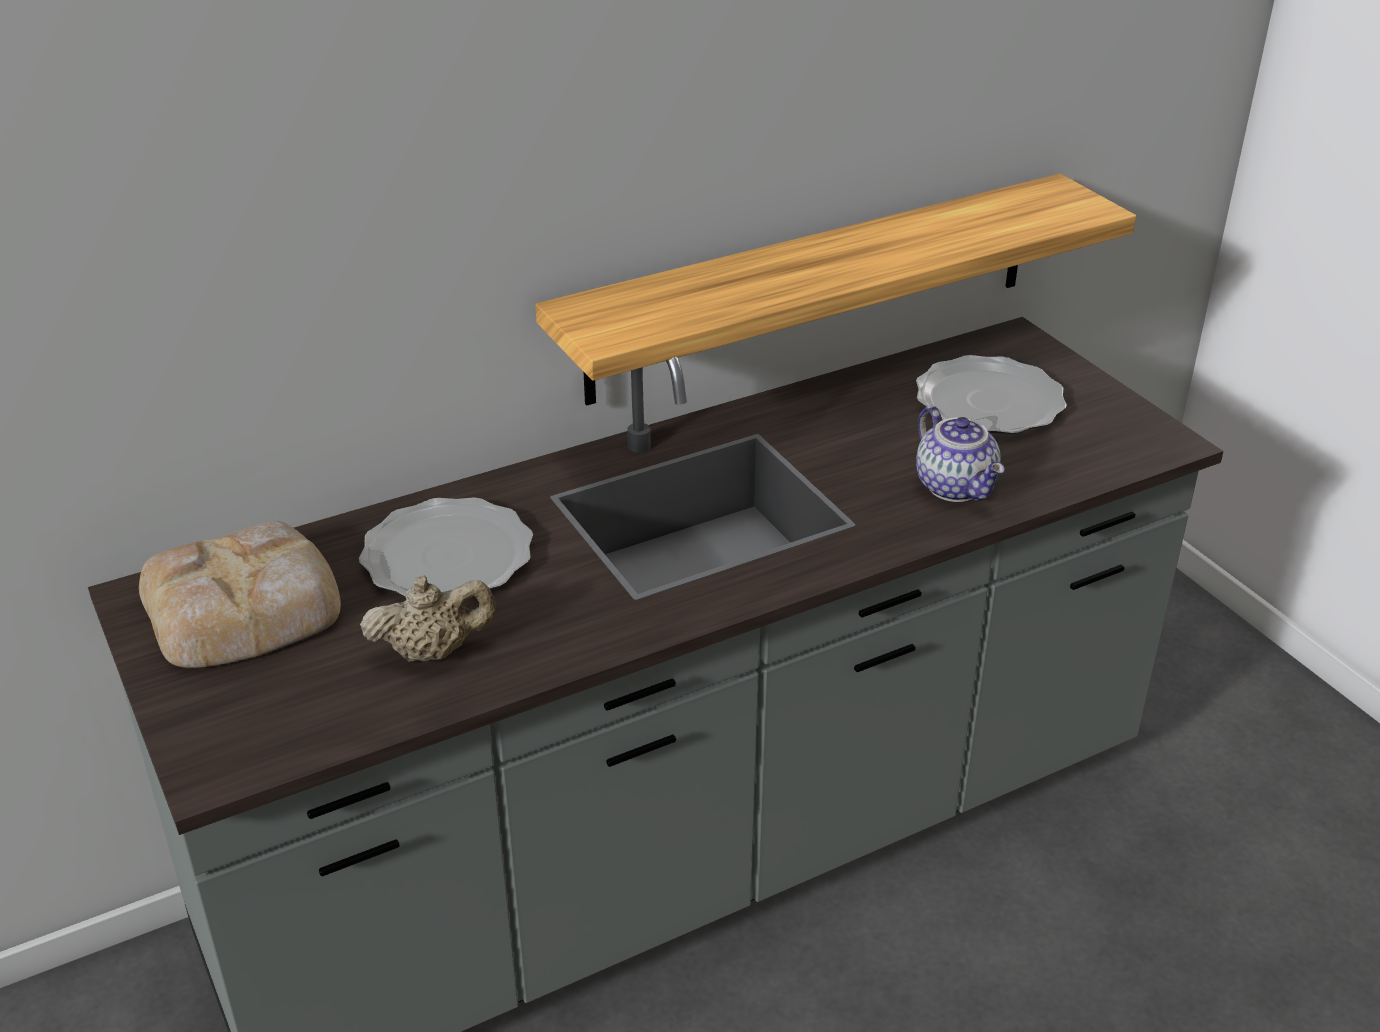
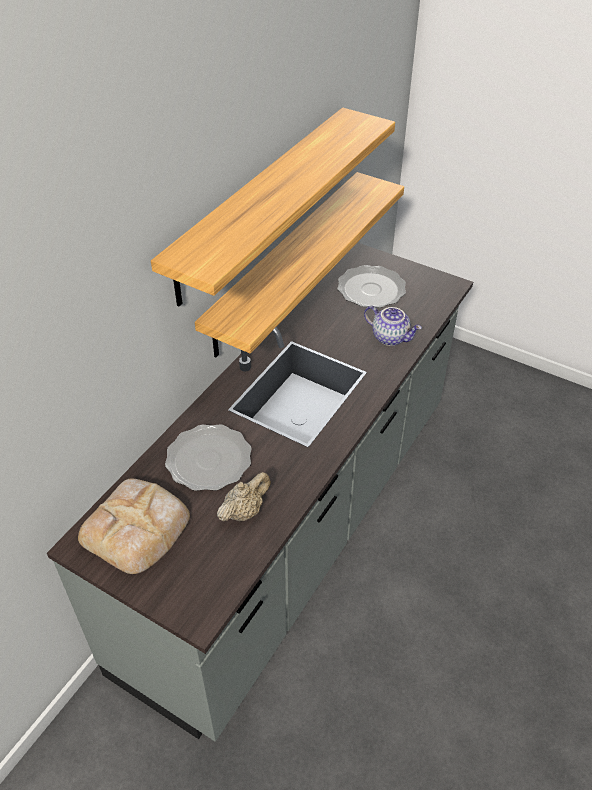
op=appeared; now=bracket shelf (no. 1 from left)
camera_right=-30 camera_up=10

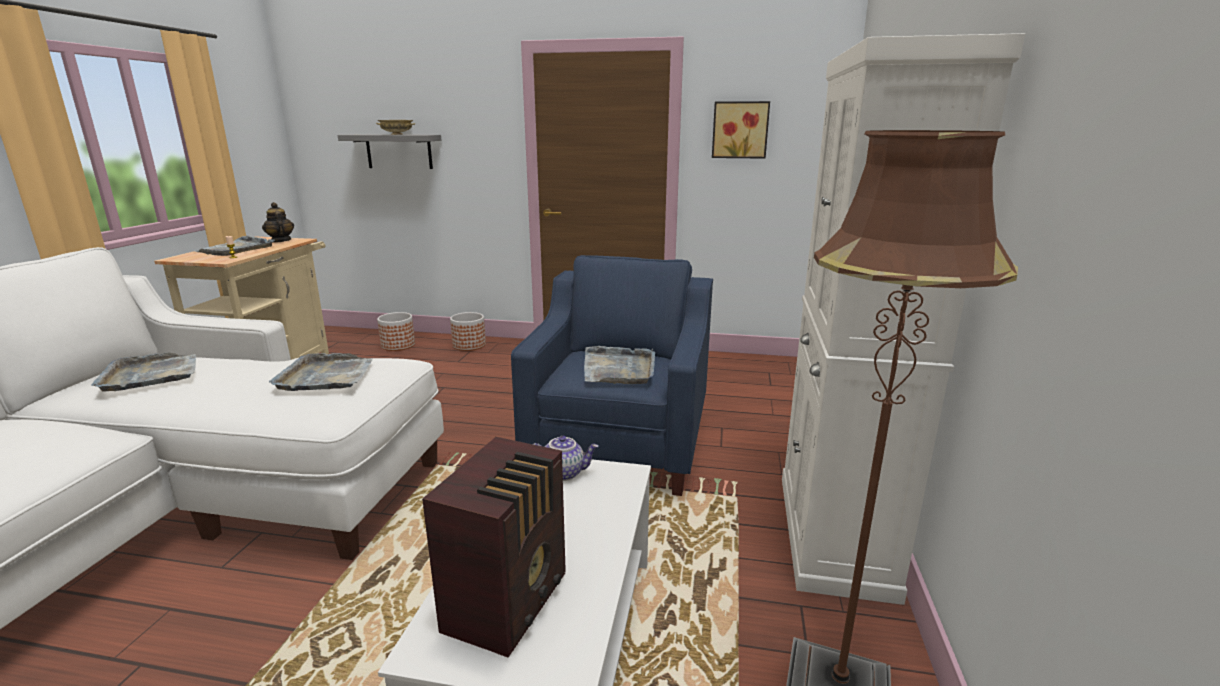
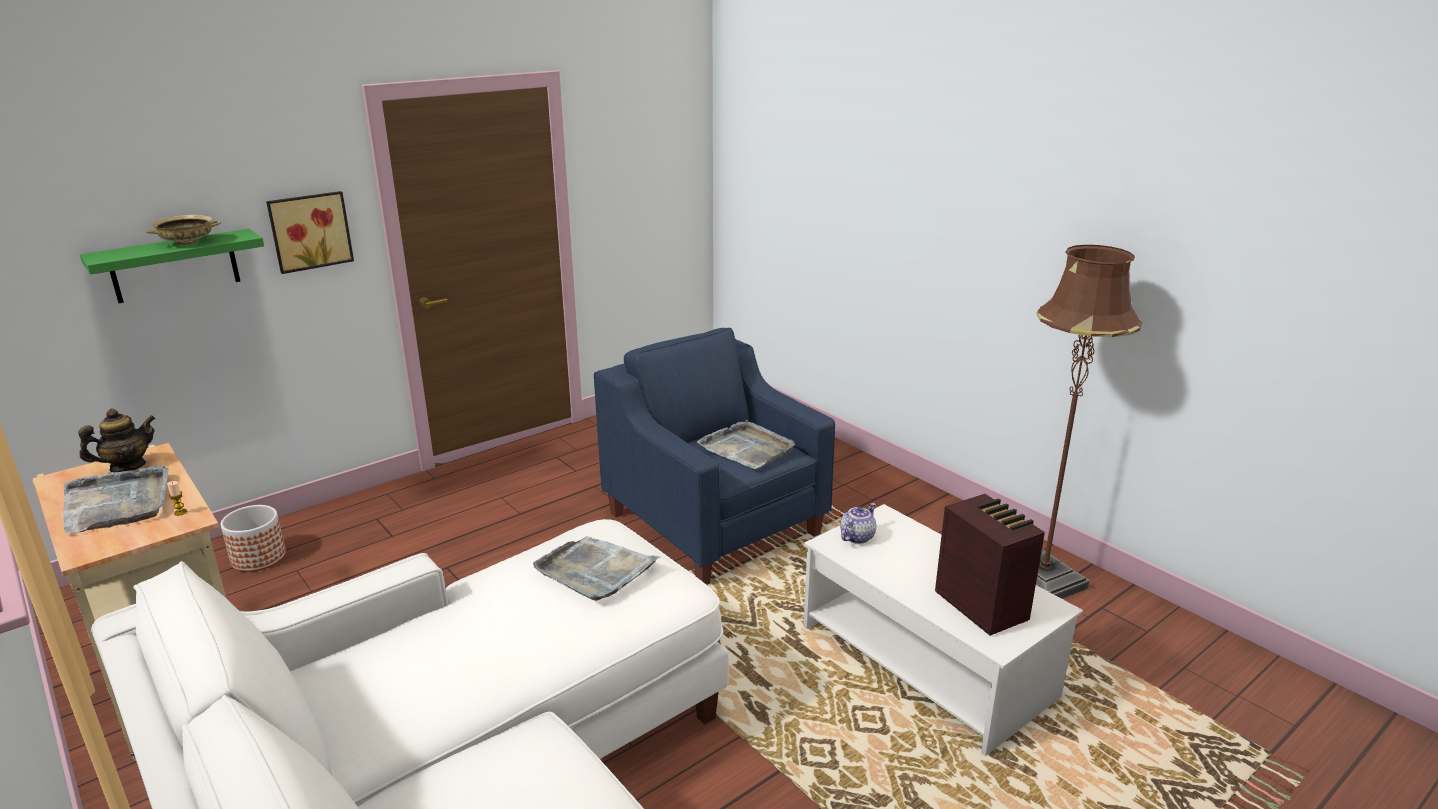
op=missing; was=tray in gray (no. 1 from left)
op=spun; was=pot for tea (no. 1 from left); clockwise=135
op=colour; was=bracket shelf in gray; now=bracket shelf in green-coloured
op=missing; was=plant pot (no. 2 from left)
op=relocated; was=picture
op=missing; was=storage cabinet in white-coloured
camera_right=-50 camera_up=5

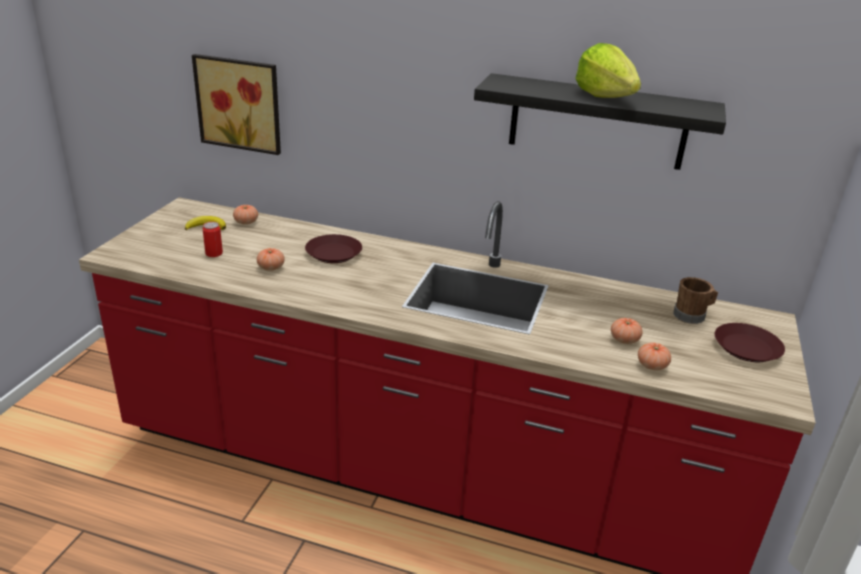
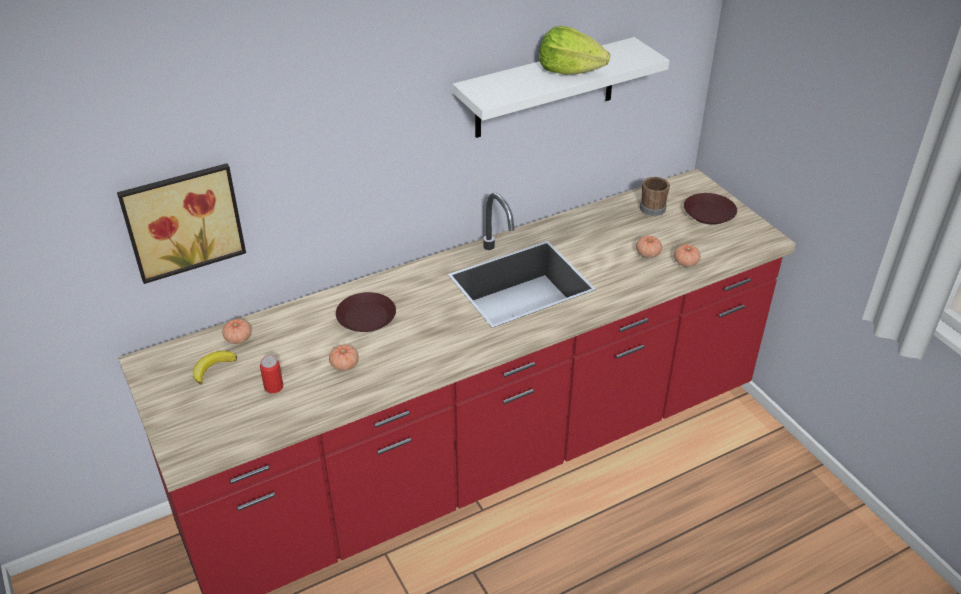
op=colour; was=bracket shelf in black-coloured; now=bracket shelf in white-coloured
camera_right=-45 camera_up=10

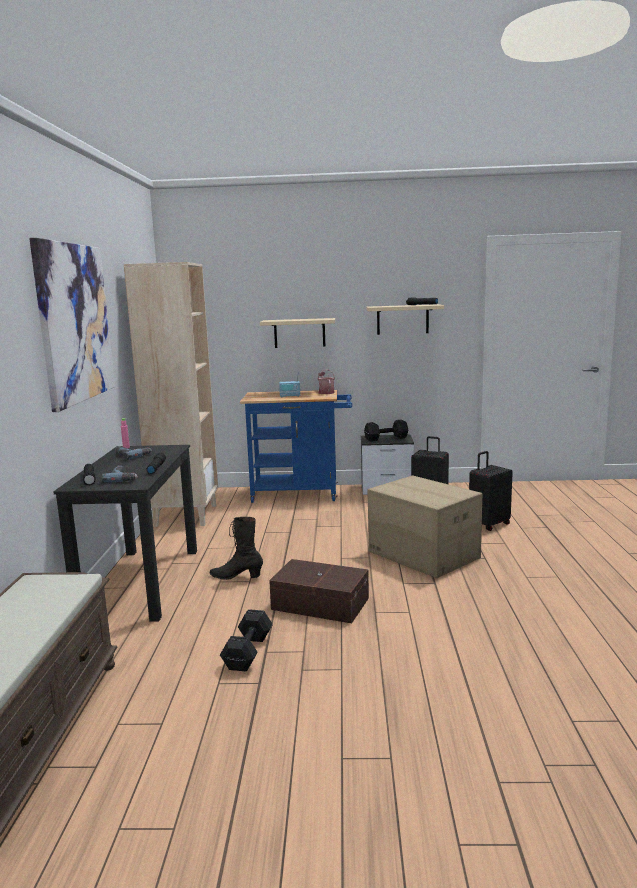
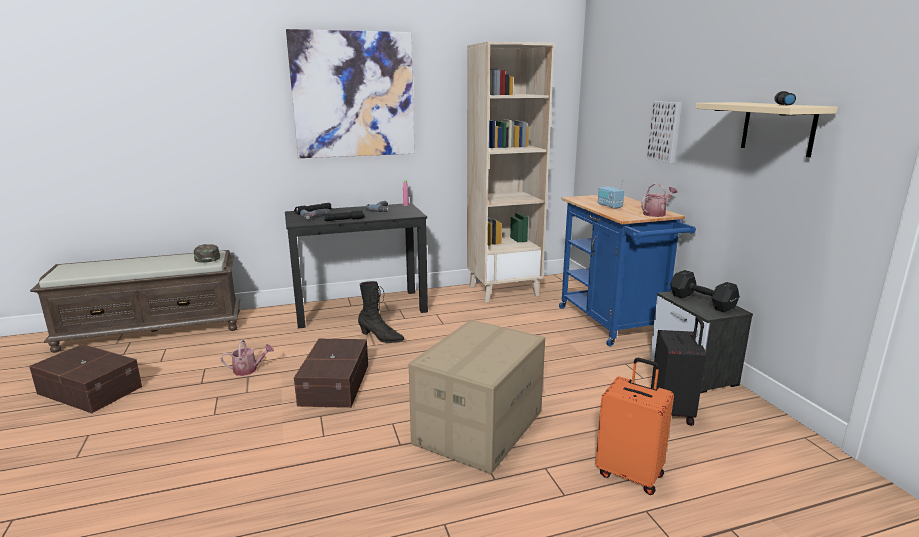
op=spun; was=boot in black-coloured; clockwise=120
op=exchanged; was=hand weight in black-coloured (no. 1 from left); now=watering pot (no. 1 from left)
op=exchanged; was=bracket shelf in beige-coloured (no. 1 from left); now=picture (no. 2 from left)
op=colour; was=suitcase in black-coloured (no. 2 from left); now=suitcase in orangey
op=appeared; now=storage container in brown (no. 1 from left)
op=appeared; now=baseball cap in green-coloured
camera_right=70 camera_up=5

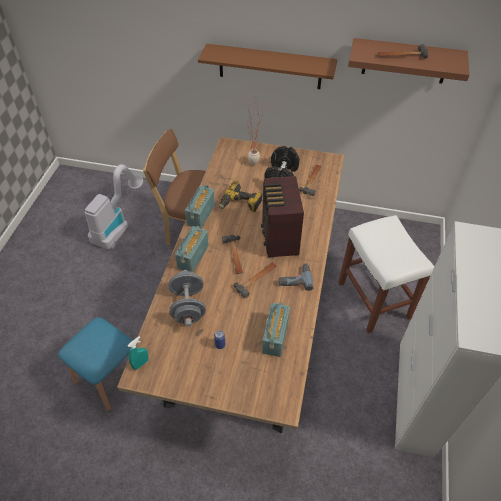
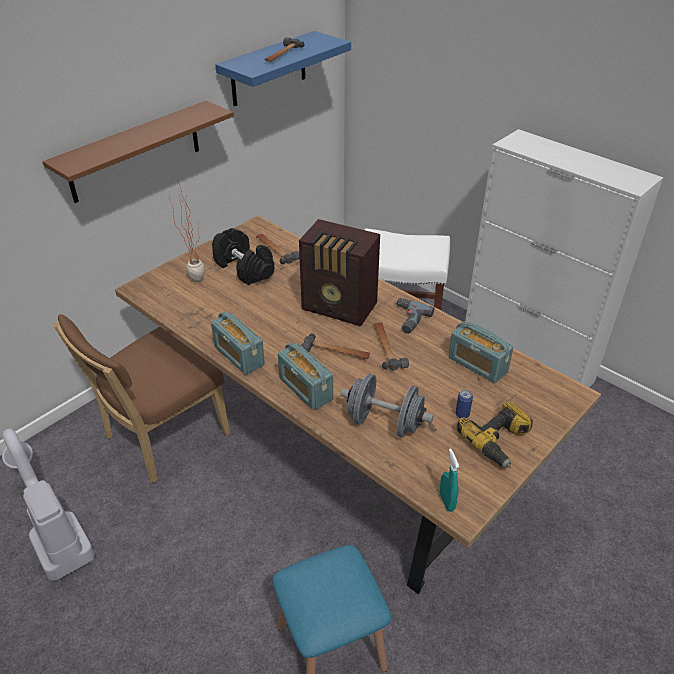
op=relocated; was=drill (no. 1 from left in the first image); now=drill (no. 2 from left)
op=colour; was=bracket shelf in brown (no. 2 from left); now=bracket shelf in blue
camera_right=-60 camera_up=-10

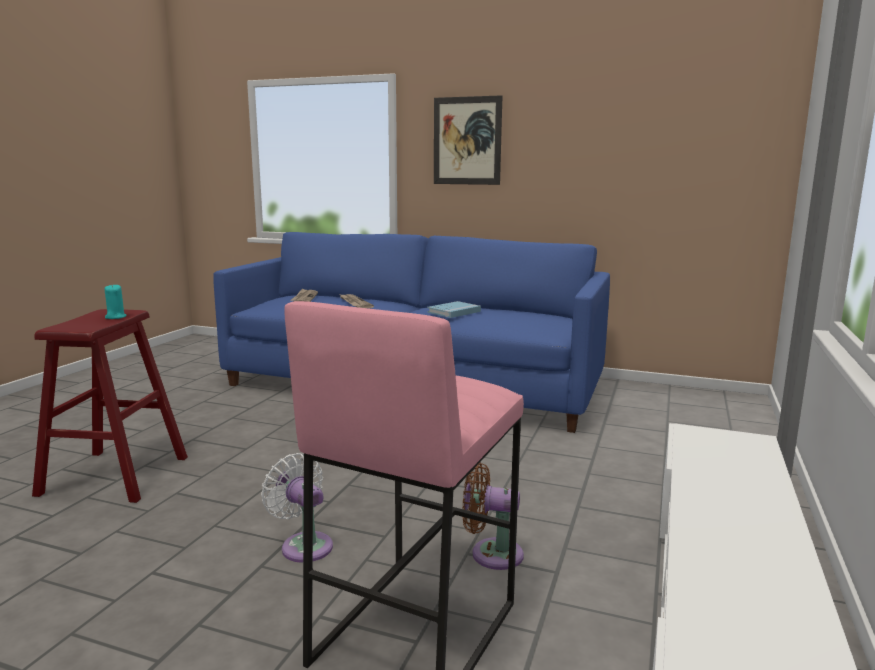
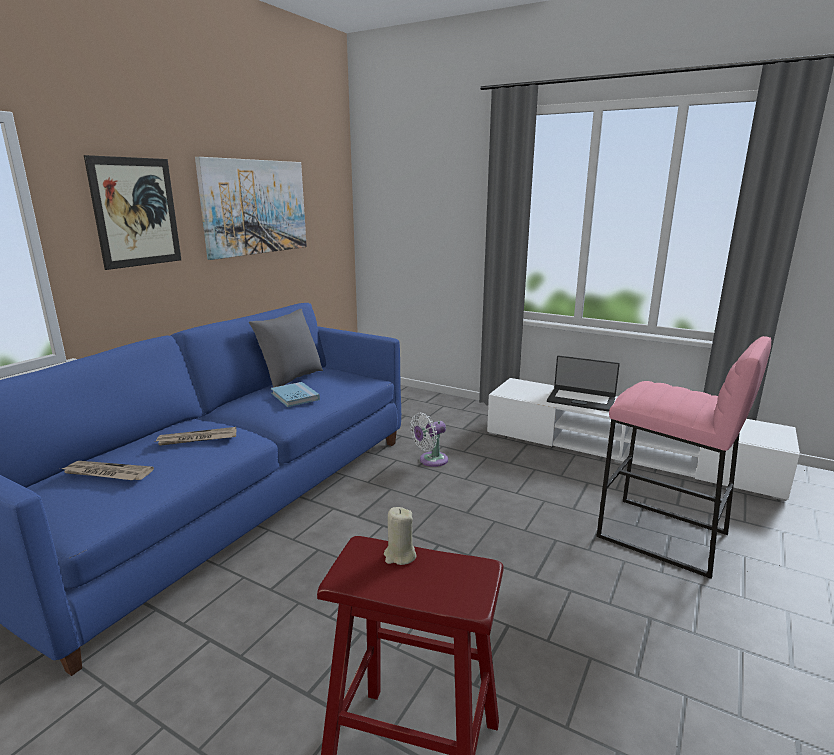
op=colour; was=wax candle in turquoise-coloured; now=wax candle in beige-coloured
op=relocated; was=cooling fan in white-coloured
op=missing; was=cooling fan in brown
op=appeared; now=picture (no. 2 from left)
op=appeared; now=throw pillow in gray
op=appeared; now=laptop
camera_right=-80 camera_up=5

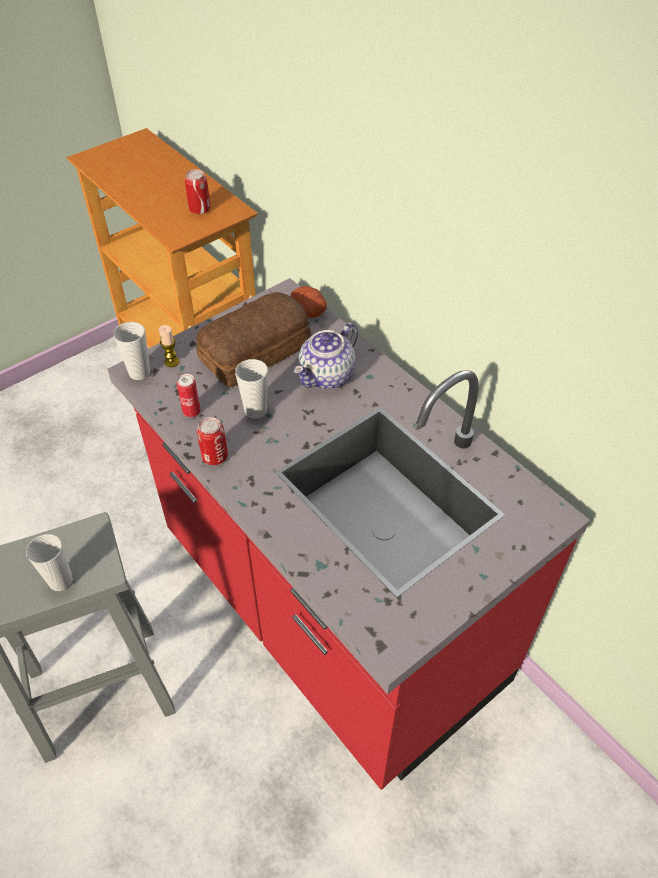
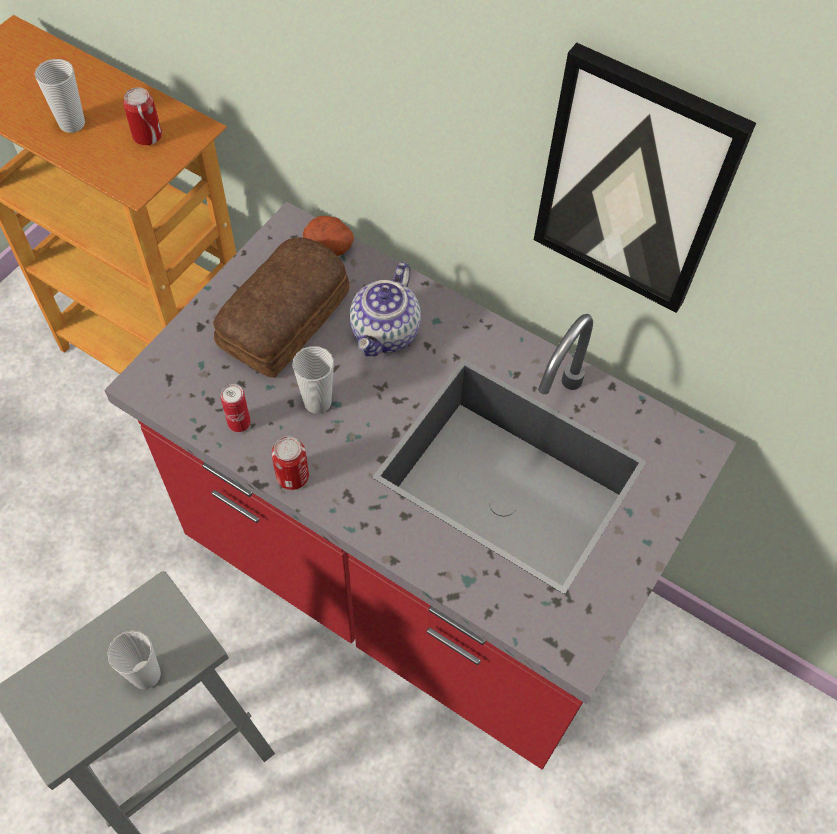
op=relocated; was=small cup (no. 2 from left in the first image); now=small cup (no. 1 from left)
op=missing; was=wax candle
op=appeared; now=picture
camera_right=-20 camera_up=10

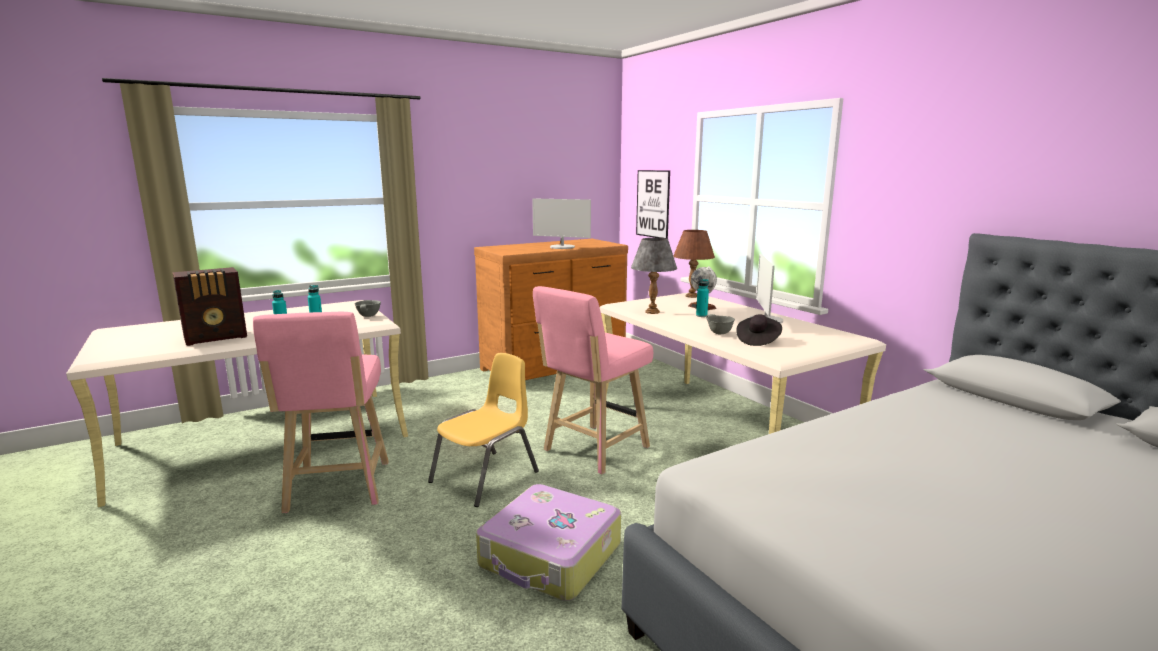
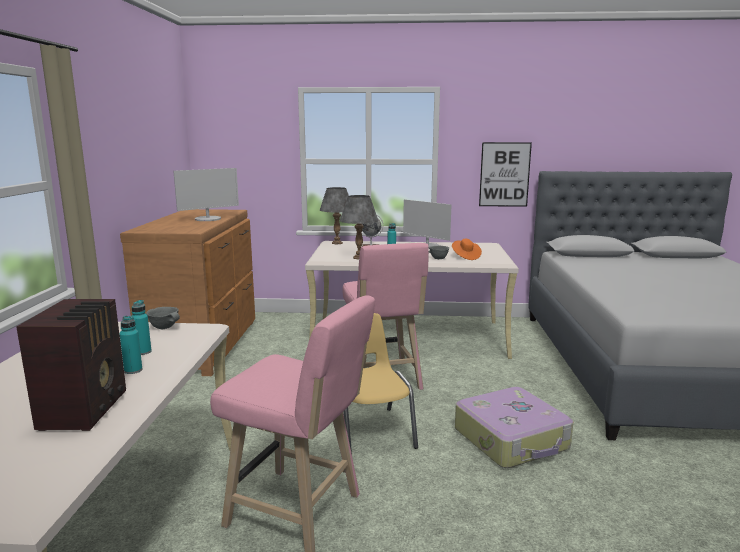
op=relocated; was=picture
op=colour; was=lamp for a table in brown; now=lamp for a table in gray (no. 1 from left)
op=colour; was=clothing hat in black-coloured; now=clothing hat in orangey
camera_right=-55 camera_up=0

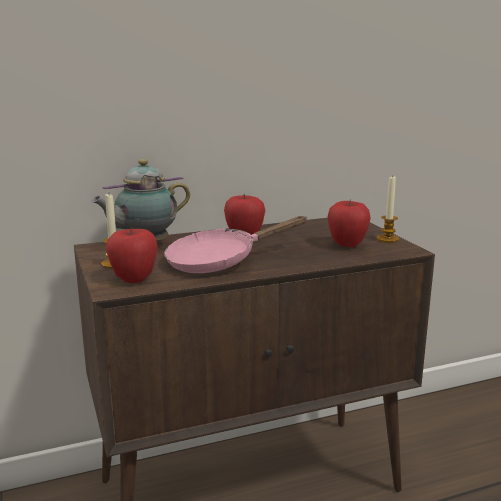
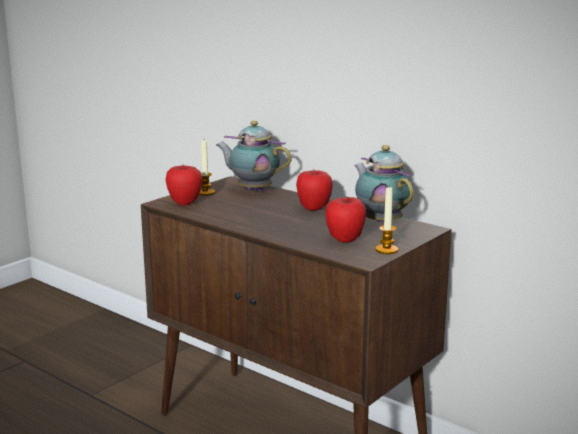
op=missing; was=frying pan in pink
op=appeared; now=pot for tea (no. 2 from left)
camera_right=60 camera_up=0

